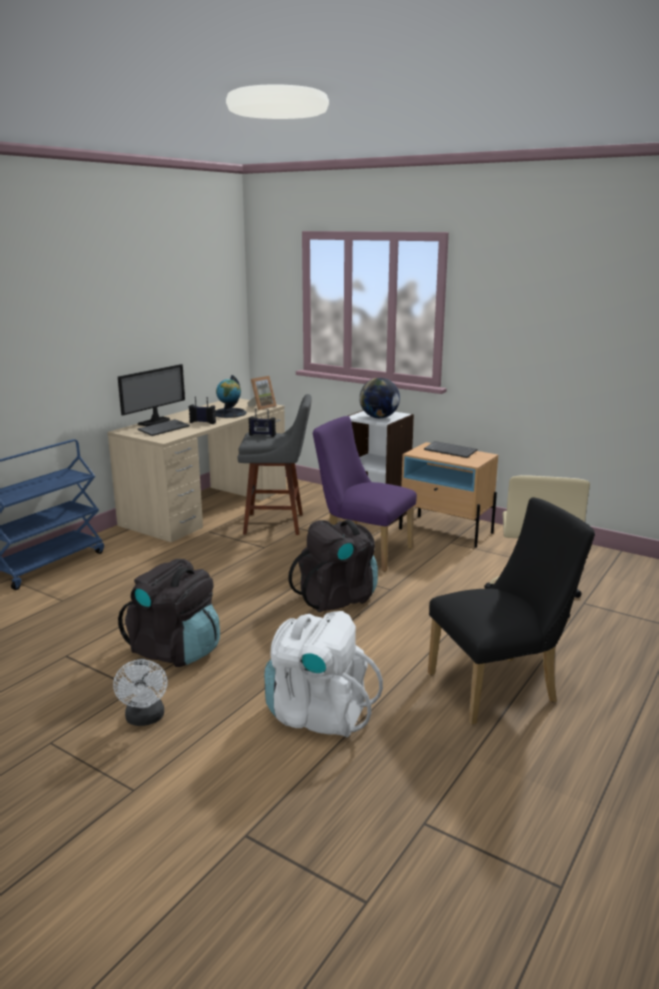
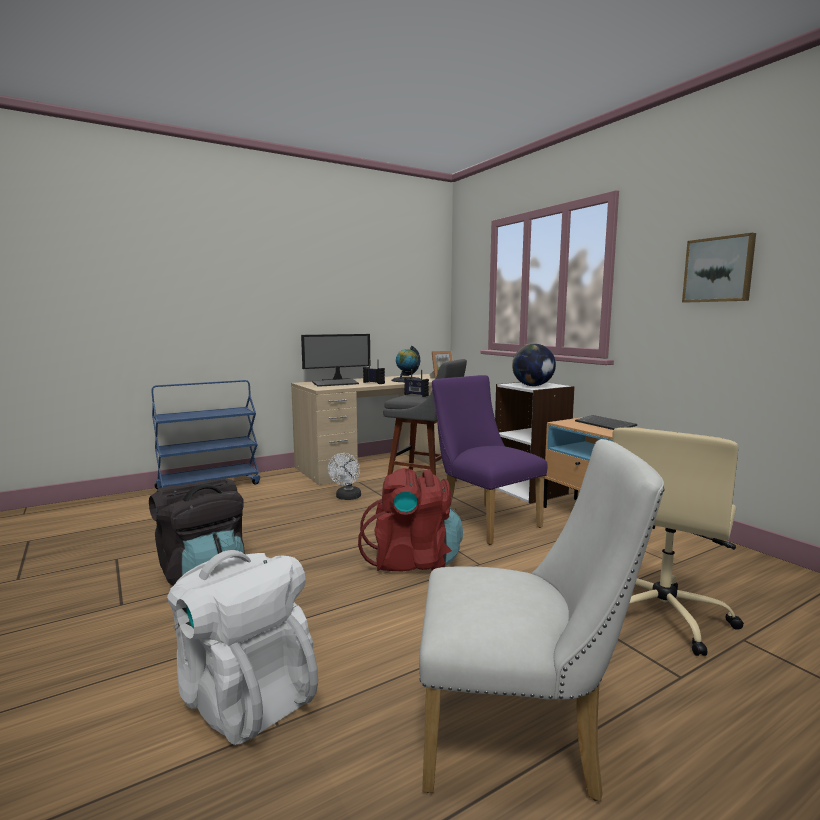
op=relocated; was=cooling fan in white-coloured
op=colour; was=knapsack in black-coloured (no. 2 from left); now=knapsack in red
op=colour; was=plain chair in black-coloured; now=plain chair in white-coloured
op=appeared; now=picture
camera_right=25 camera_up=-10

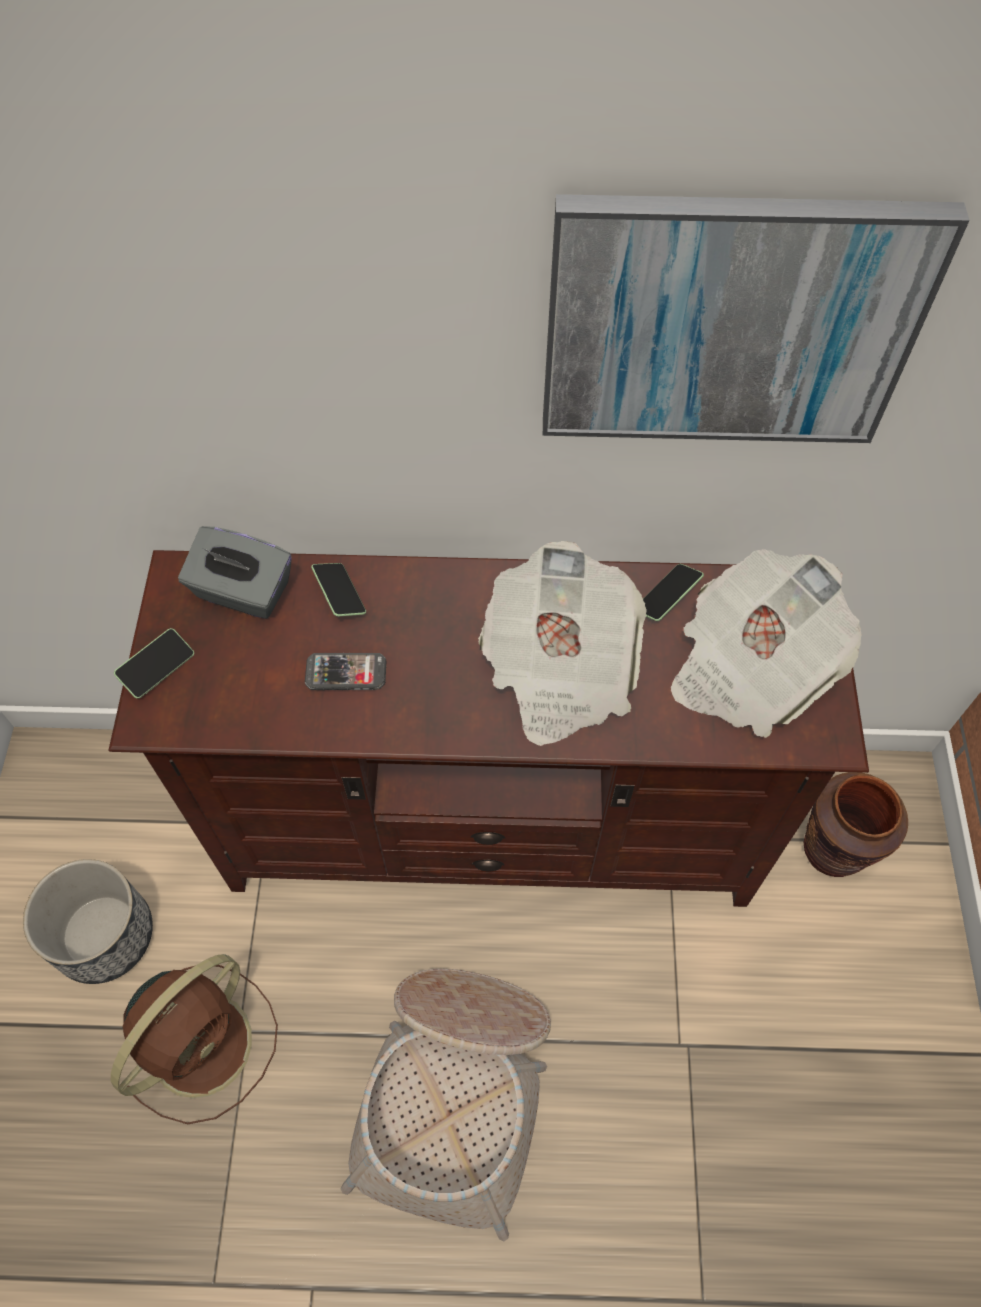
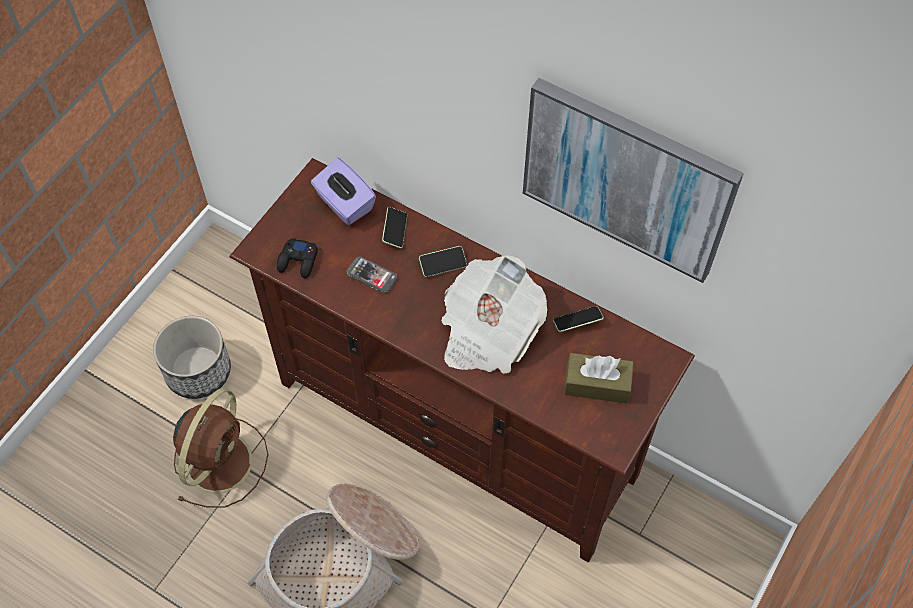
op=spun; was=cooling fan in brown; clockwise=-45
op=relocated; was=handset (no. 1 from left in the first image); now=handset (no. 3 from left)
op=colour; was=tissue holder in gray; now=tissue holder in purple
op=exchanged; was=daily paper (no. 2 from left); now=tissue holder in brown
op=missing; was=decorative vase in brown
op=appeared; now=joypad in black-coloured
camera_right=30 camera_up=0

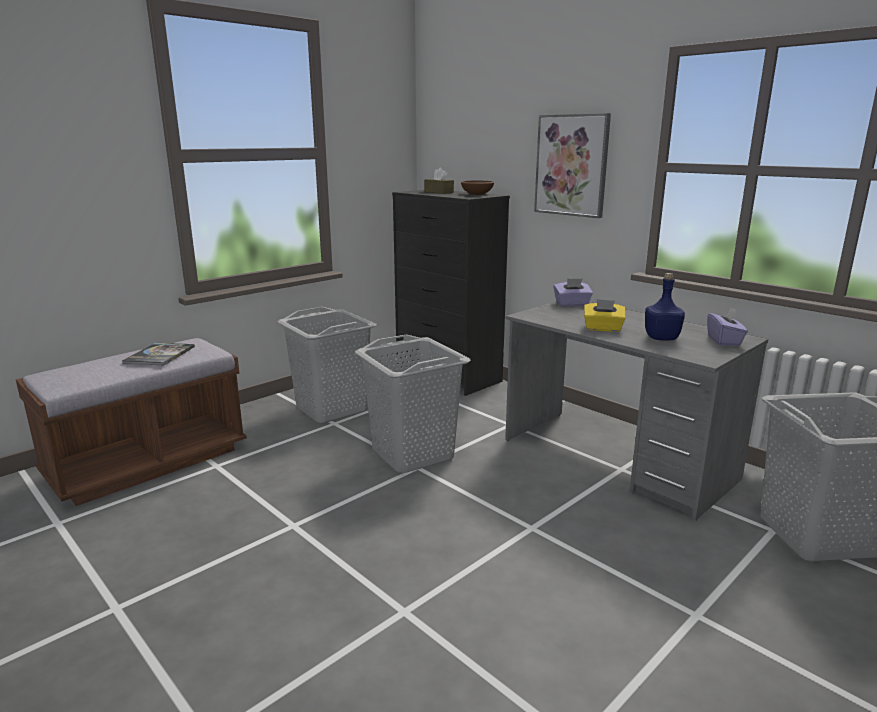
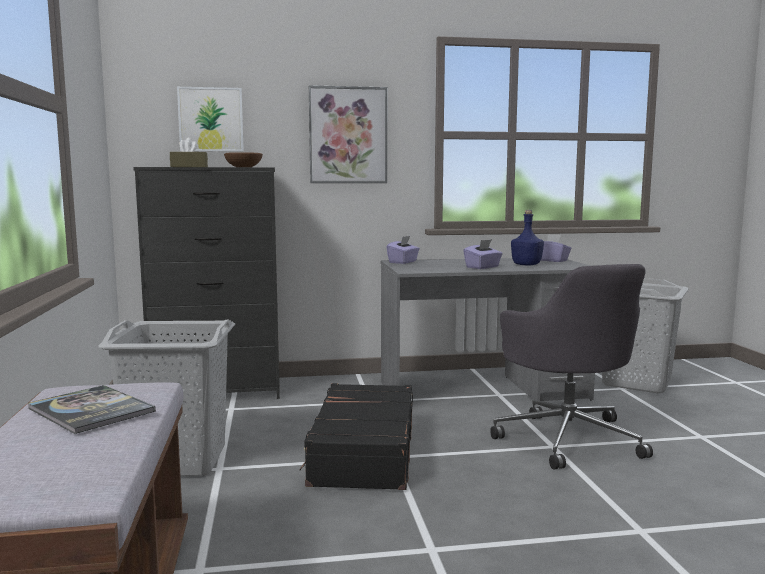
op=exchanged; was=hamper in gray (no. 2 from left); now=suitcase in black-coloured
op=colour; was=tissue holder in yellow; now=tissue holder in purple (no. 2 from left)
op=appeared; now=picture (no. 1 from left)
op=appeared; now=computer chair in gray
camera_right=-55 camera_up=-10

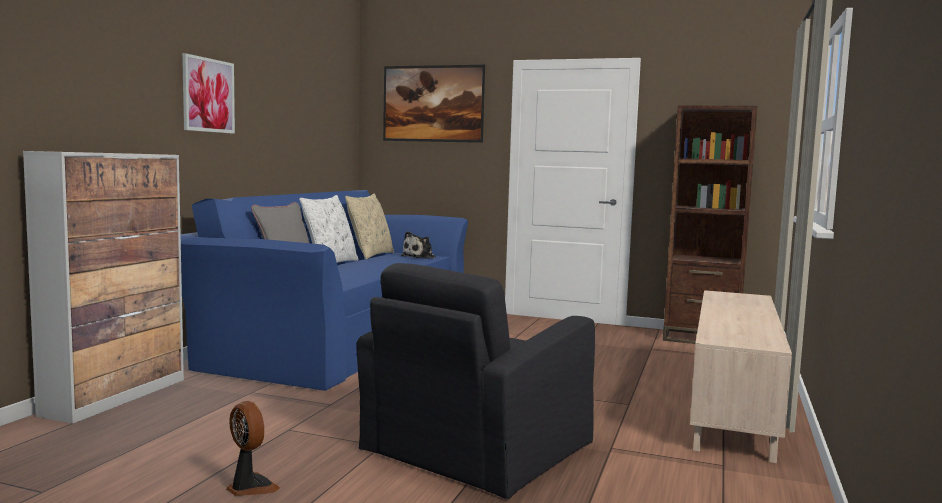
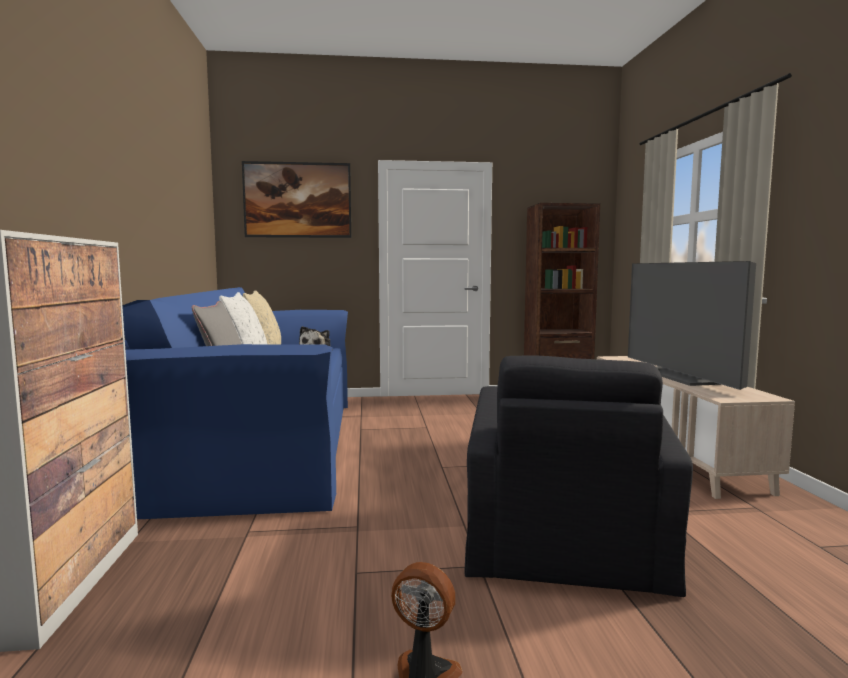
op=missing; was=picture (no. 1 from left)
op=appeared; now=TV set
camera_right=-25 camera_up=0

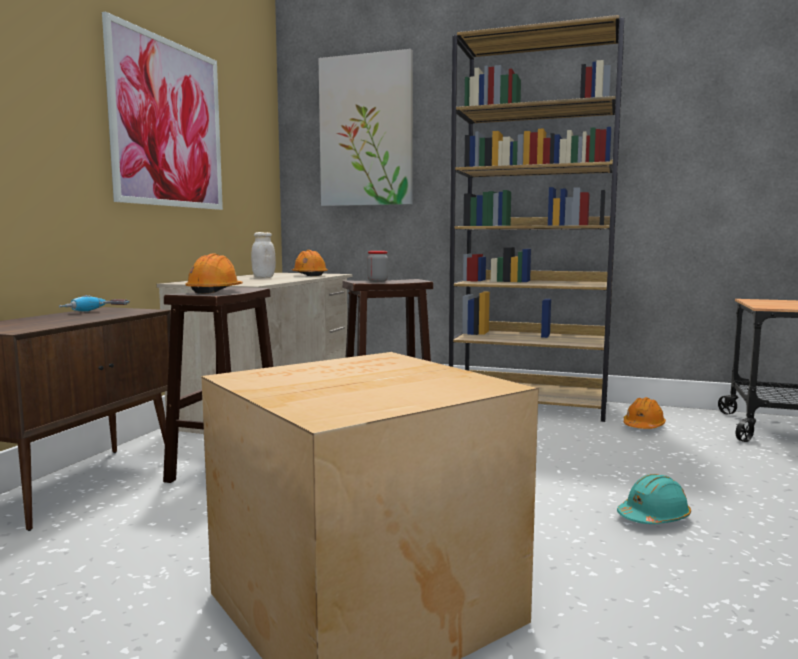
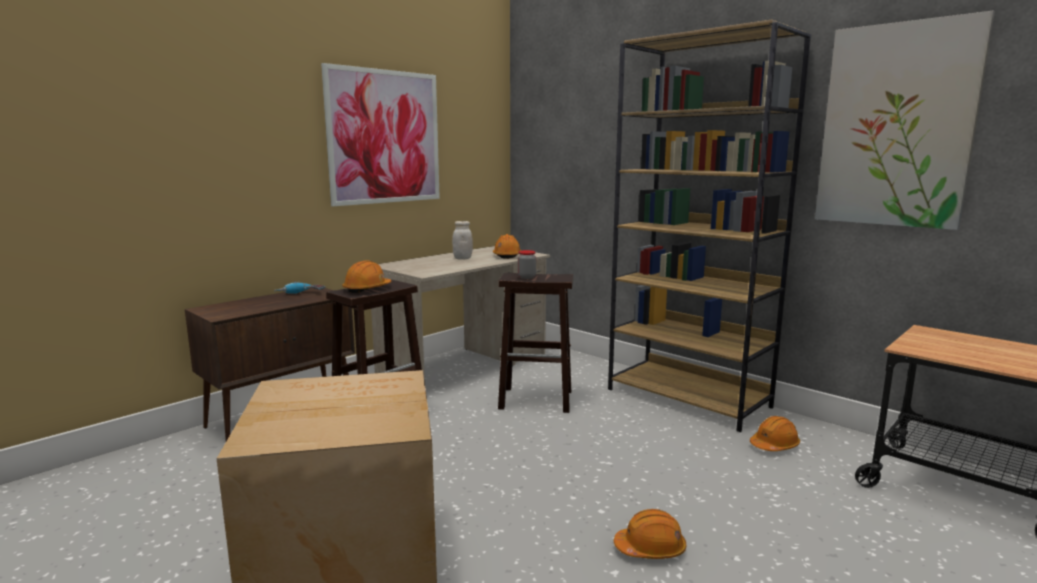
op=relocated; was=picture (no. 2 from left)
op=colour; was=safety helmet in turquoise-coloured; now=safety helmet in orangey (no. 3 from left)
camera_right=25 camera_up=5

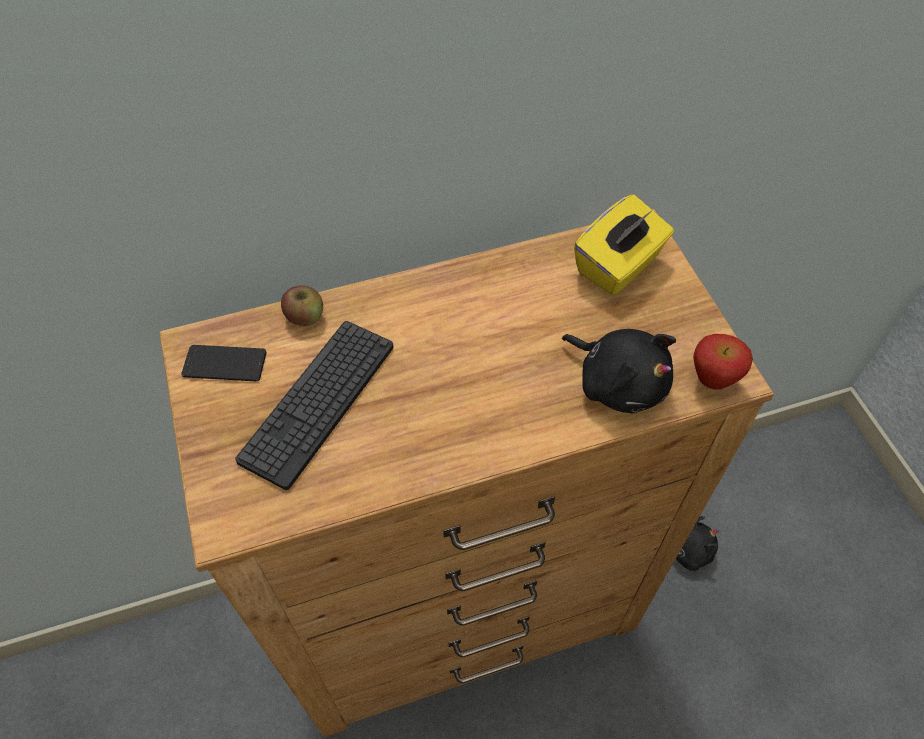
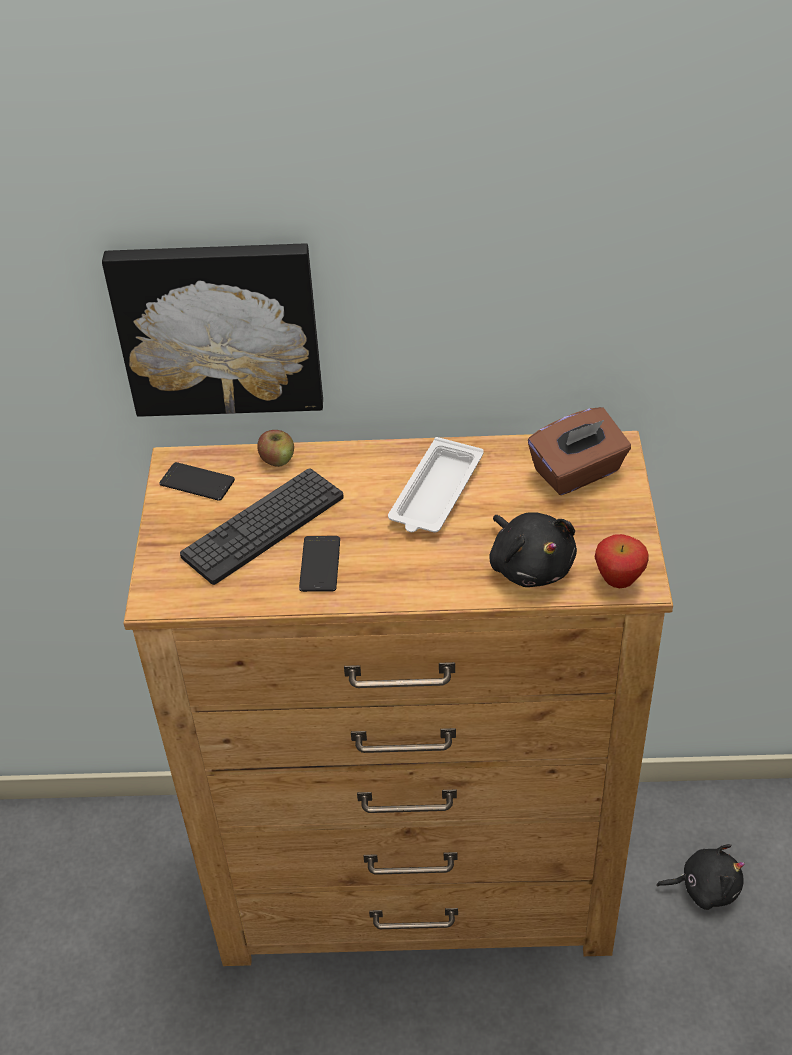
op=colour; was=tissue holder in yellow; now=tissue holder in brown
op=appeared; now=picture
op=appeared; now=handset (no. 2 from left)
op=appeared; now=tray in white-coloured
camera_right=20 camera_up=-10

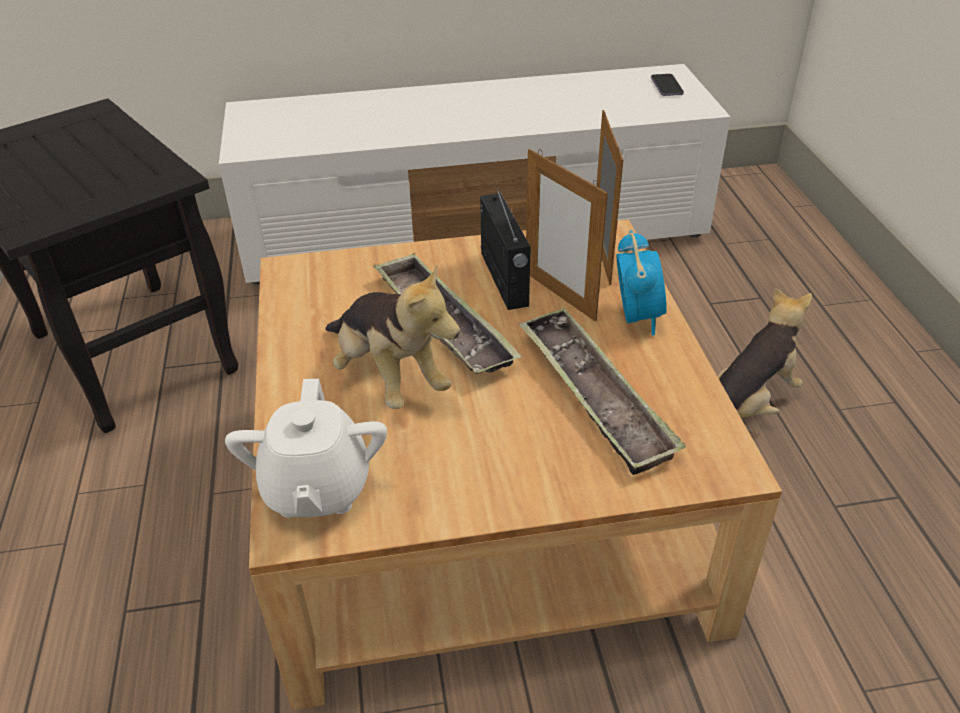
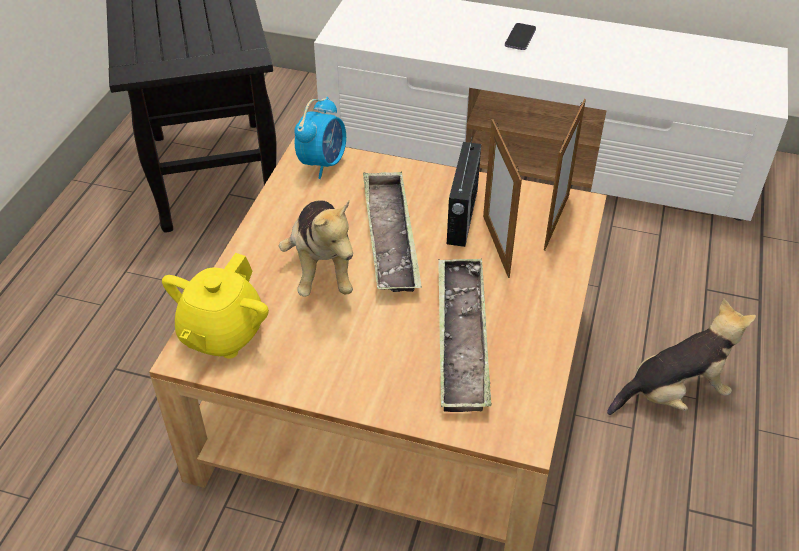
op=colour; was=pot for tea in white-coloured; now=pot for tea in yellow
op=relocated; was=table clock
op=relocated; was=handset
camera_right=25 camera_up=5

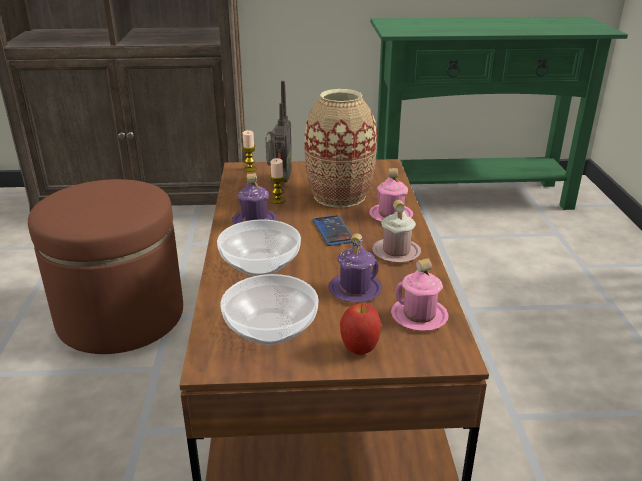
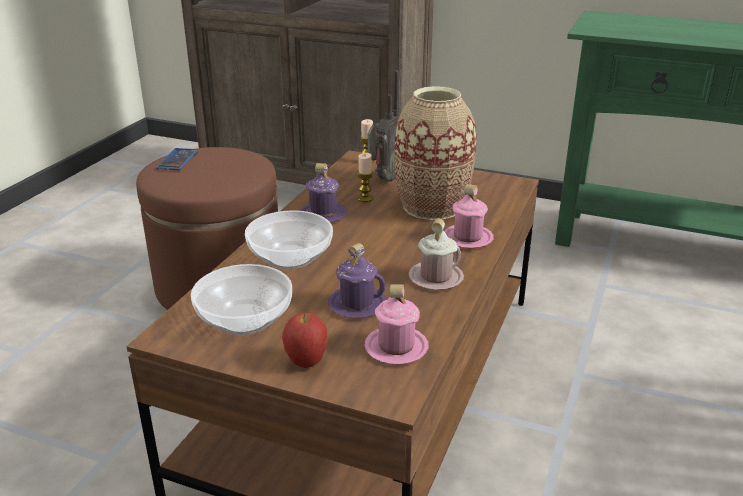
op=relocated; was=handset
camera_right=25 camera_up=0

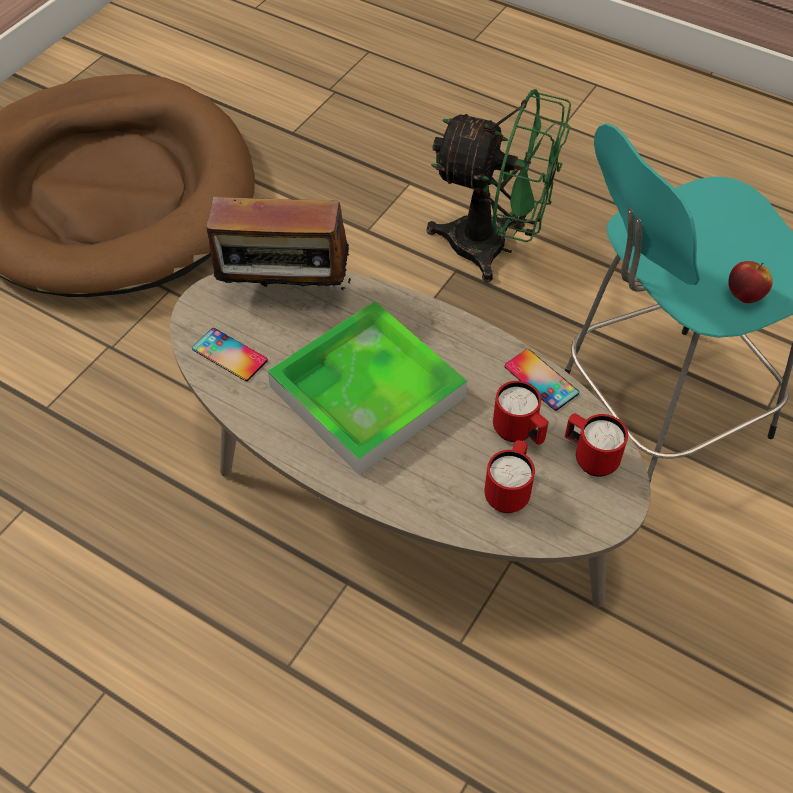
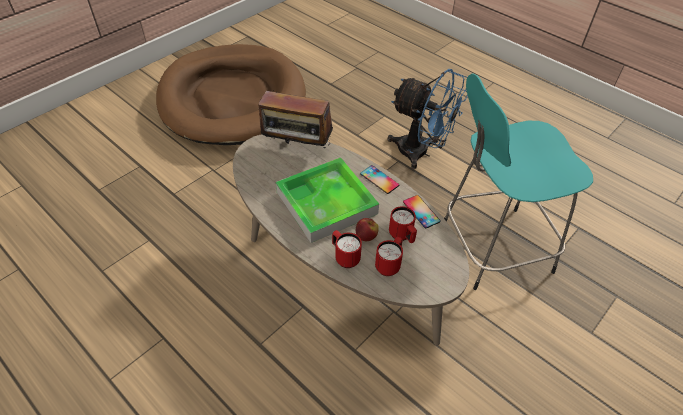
op=relocated; was=handset (no. 1 from left)
op=colour; was=cooling fan in green-coloured; now=cooling fan in blue
op=relocated; was=tea mug in red (no. 3 from left in the first image); now=tea mug in red (no. 1 from left)
op=relocated; was=apple
camera_right=10 camera_up=-5

